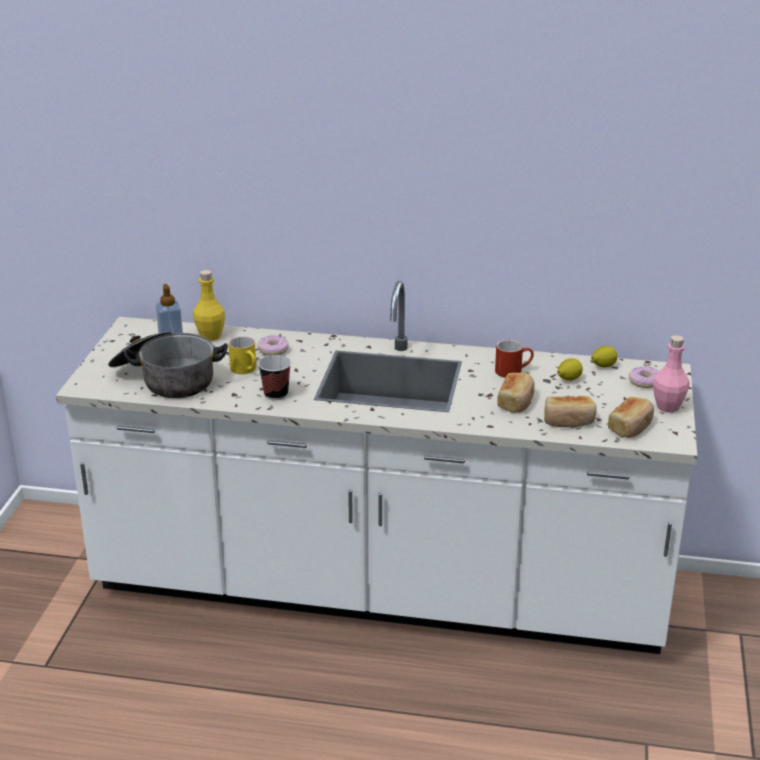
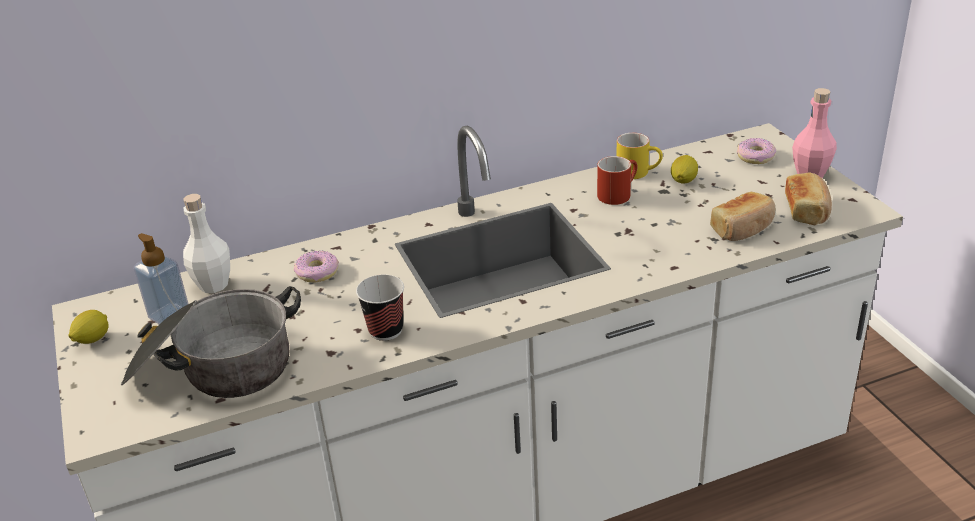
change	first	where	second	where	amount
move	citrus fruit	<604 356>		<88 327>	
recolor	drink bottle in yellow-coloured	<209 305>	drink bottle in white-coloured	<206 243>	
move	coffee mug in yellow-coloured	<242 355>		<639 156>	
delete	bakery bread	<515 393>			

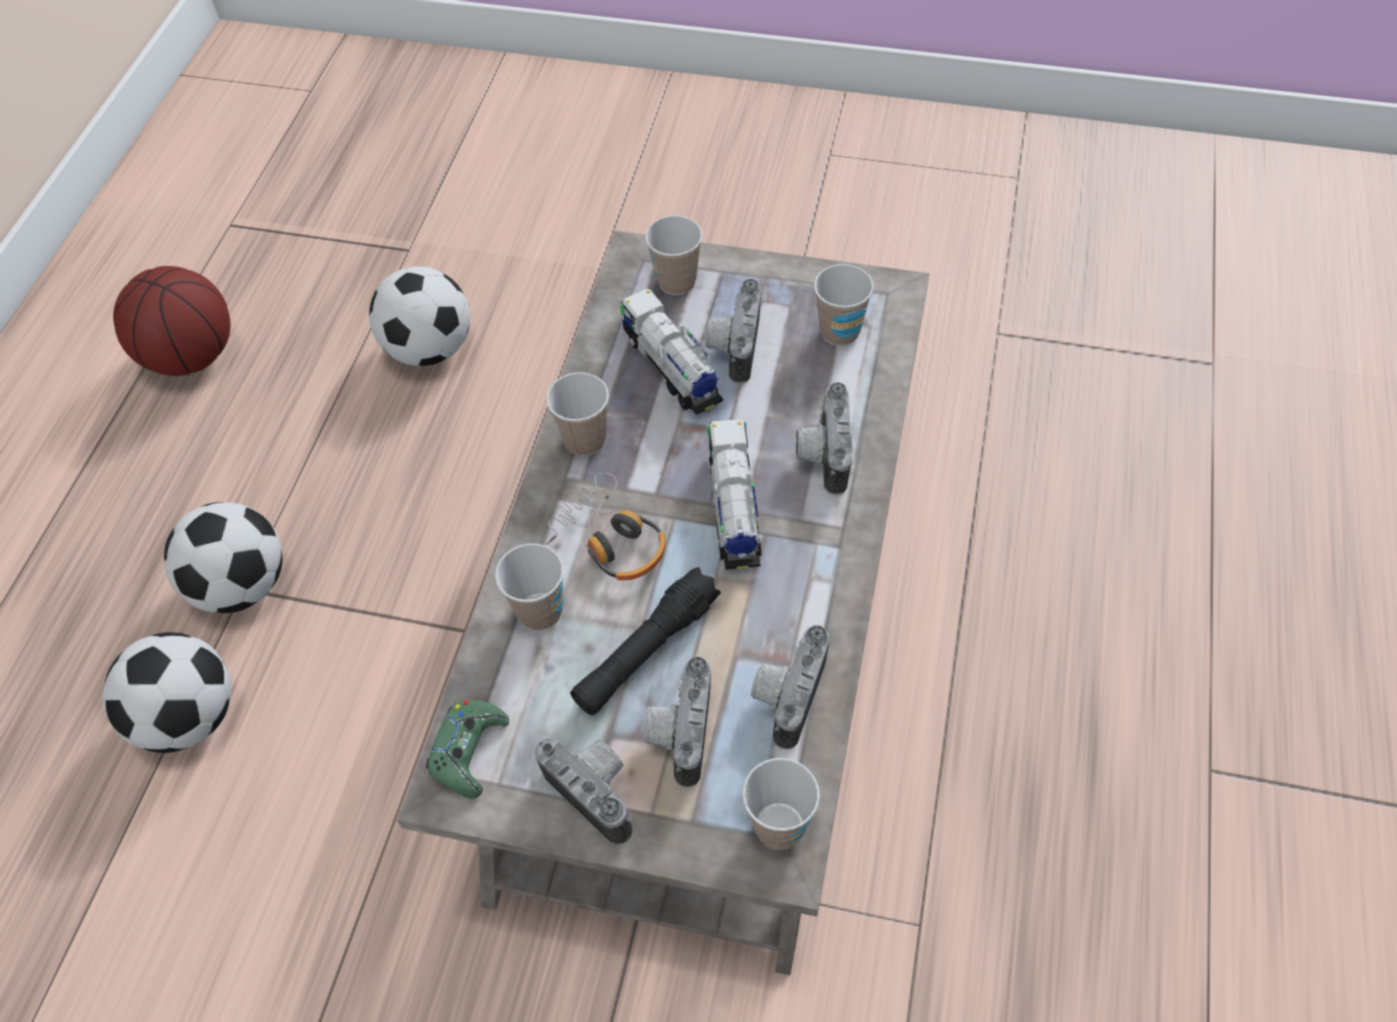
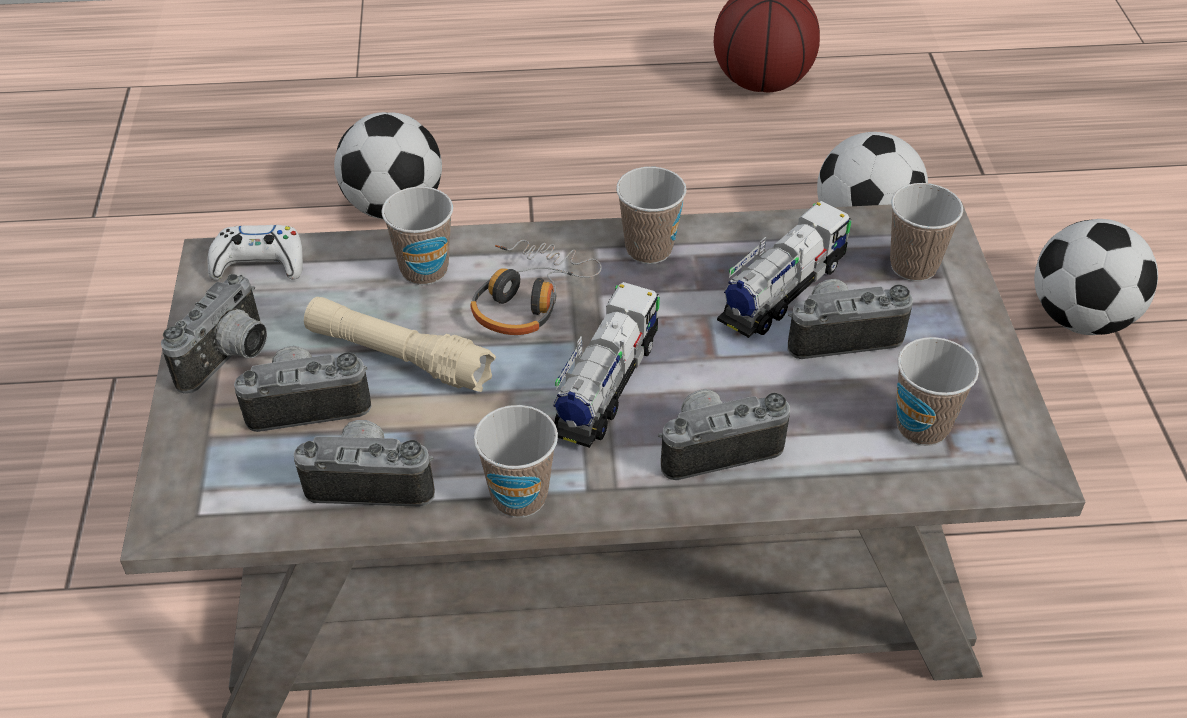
change	first	where	second	where	amount
recolor	joypad in greenish	<467 749>	joypad in white-coloured	<255 253>	
recolor	torch in black	<645 641>	torch in beige-coloured	<400 344>	
move	small cup	<781 803>		<516 461>	
rotate	model truck	<734 494>		<607 365>	45 degrees counterclockwise
move	football ball	<223 557>		<1096 277>	

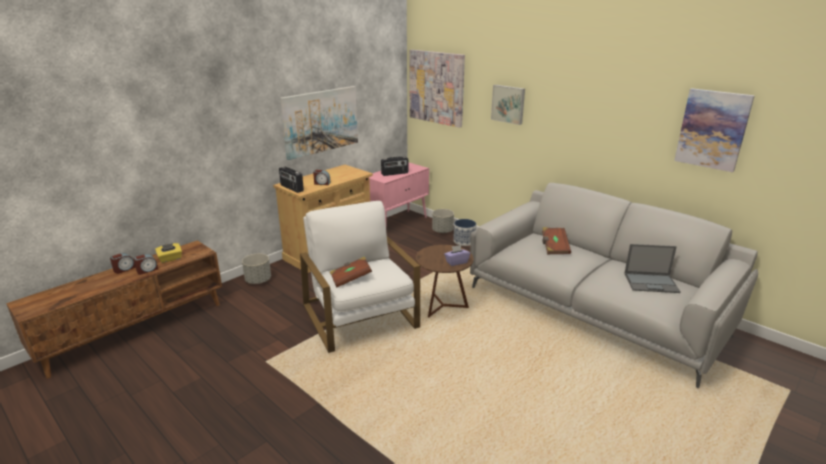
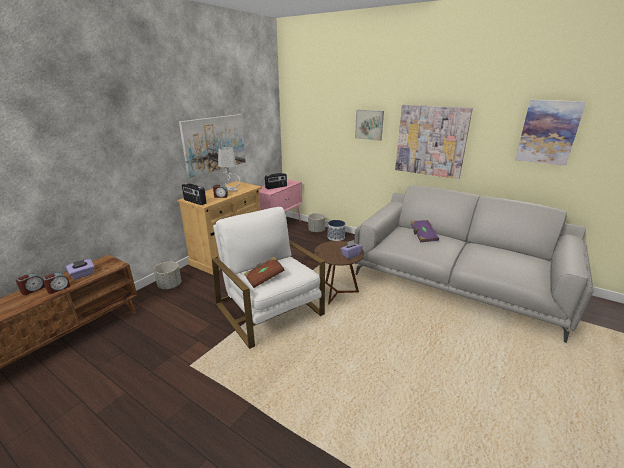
change	first	where	second	where	amount
recolor	tissue box in yellow-coloured	<168 253>	tissue box in purple	<80 269>	
insert			table lamp in gray	<229 169>	
move	picture	<437 89>		<434 142>	
recolor	volume in brownish	<556 240>	volume in purple	<425 231>	
delete	laptop	<652 268>			

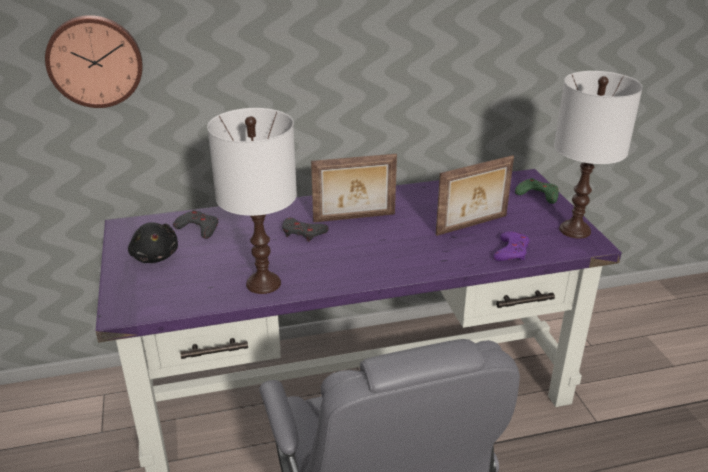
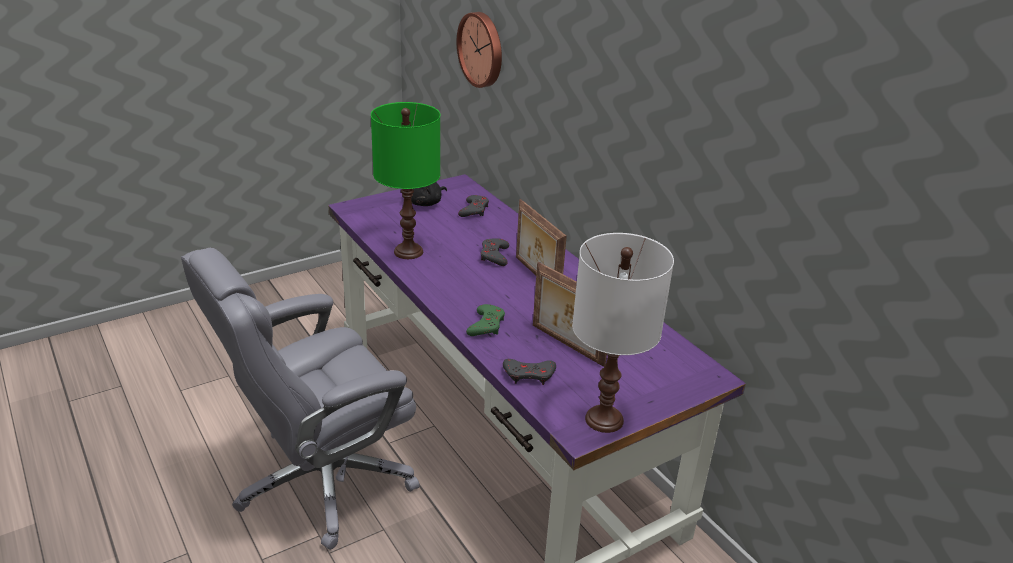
change	first	where	second	where	amount
recolor	table lamp in white-coloured	<252 201>	table lamp in greenish	<405 180>	
move	joypad in greenish	<537 191>		<485 320>	
recolor	joypad in purple	<511 246>	joypad in gray	<529 372>	

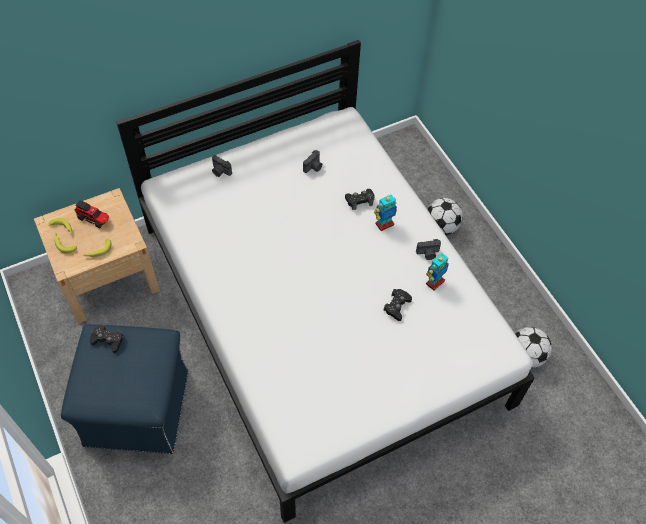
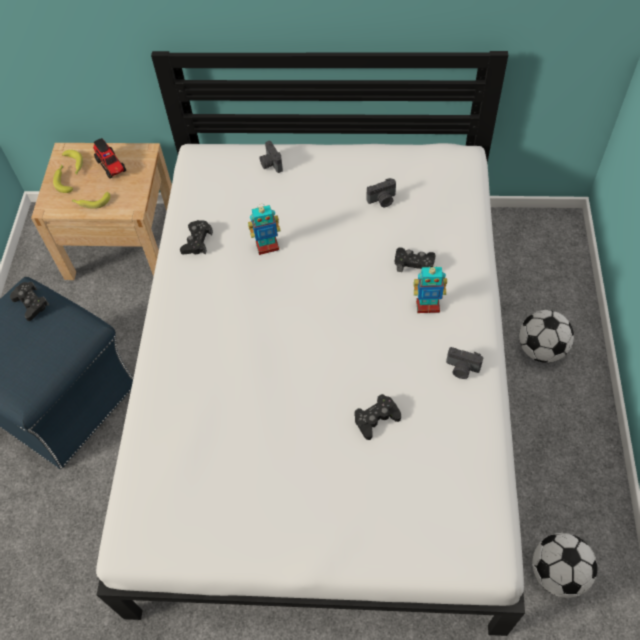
change	first	where	second	where	amount
insert			joypad in black	<196 237>	
move	robot figure	<437 272>		<264 229>	

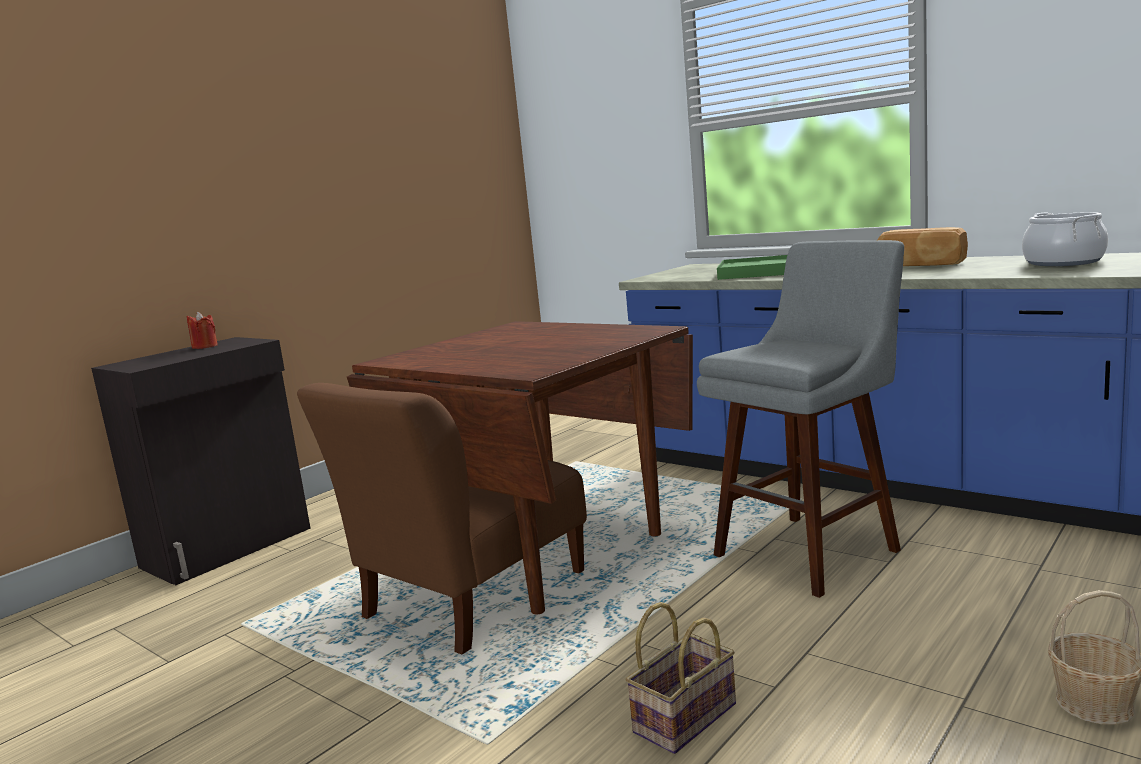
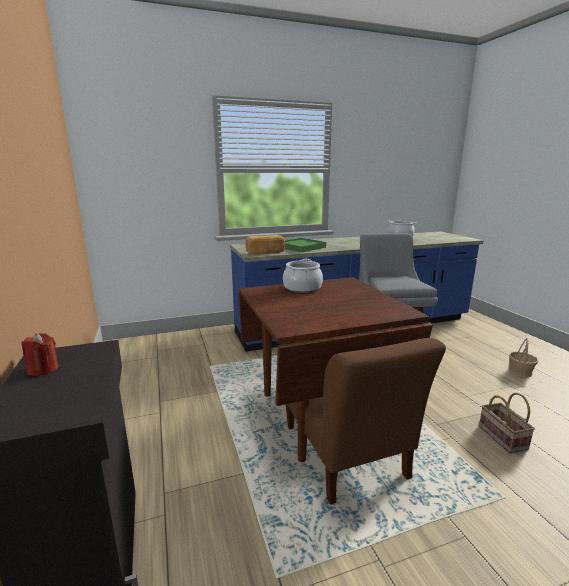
change	first	where	second	where	amount
move	bakery bread	<922 246>		<265 244>	
insert			cooking pot	<303 276>	

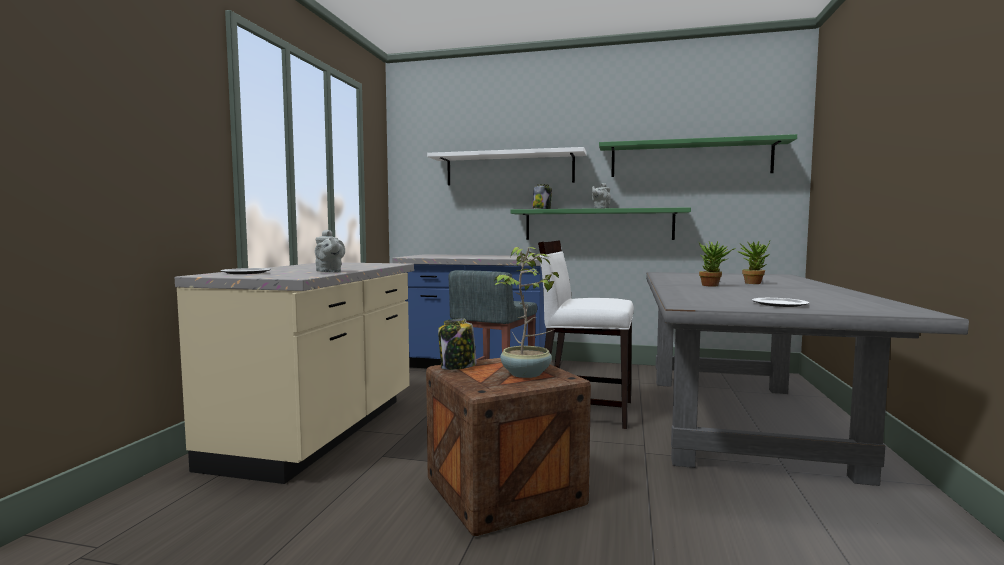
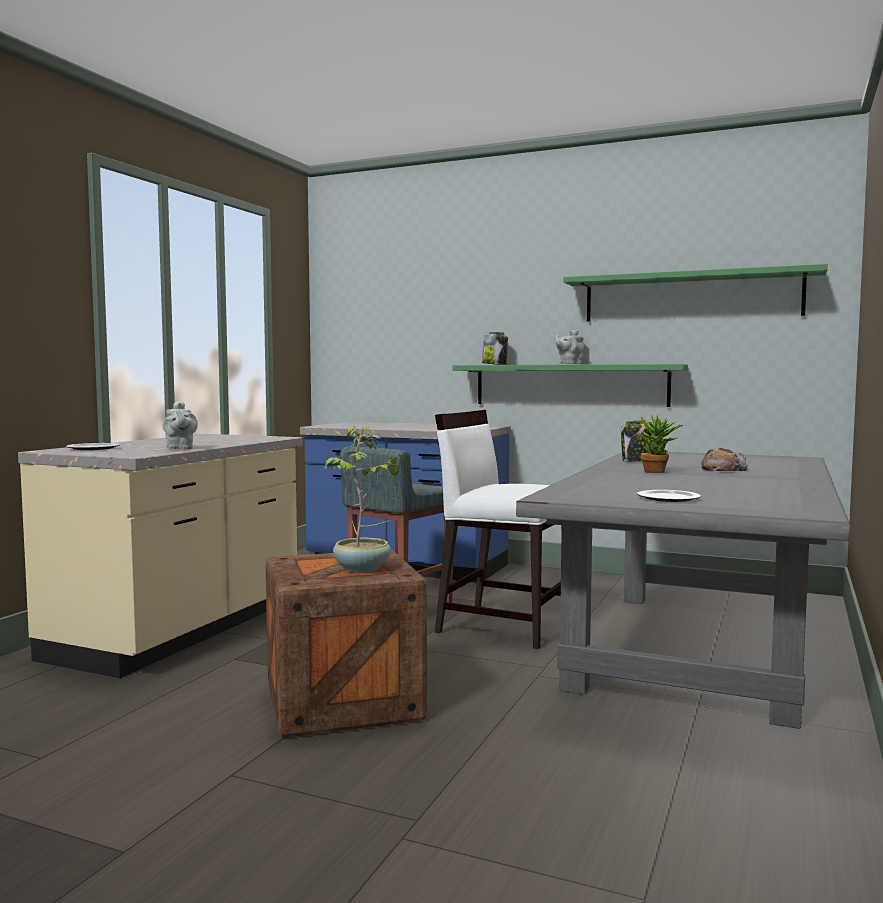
change	first	where	second	where	amount
move	storage jar	<457 344>		<636 441>	
replace	houseplant	<753 262>	bakery bread	<724 459>	
delete	bracket shelf in white-coloured	<506 166>			

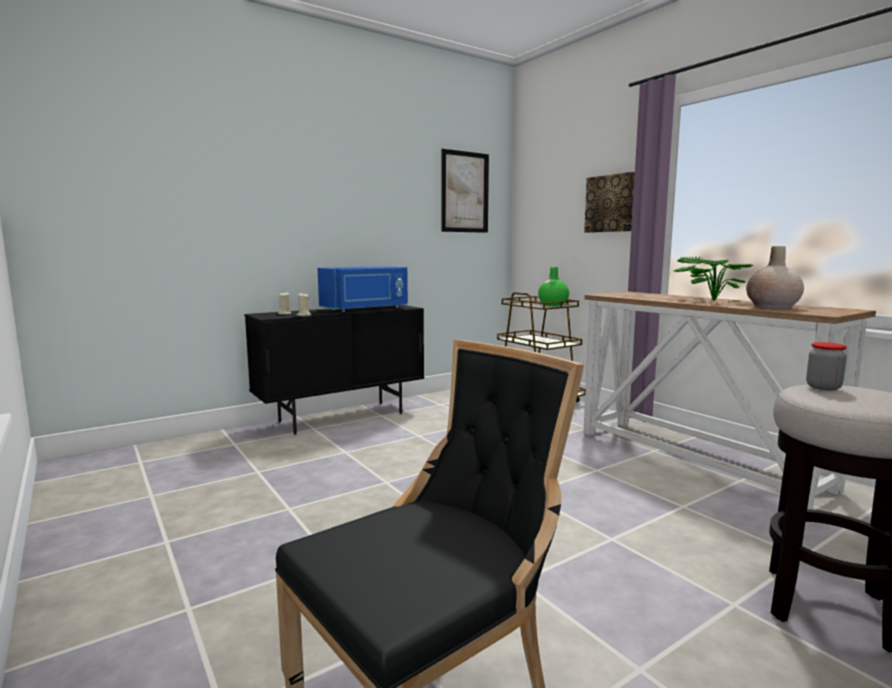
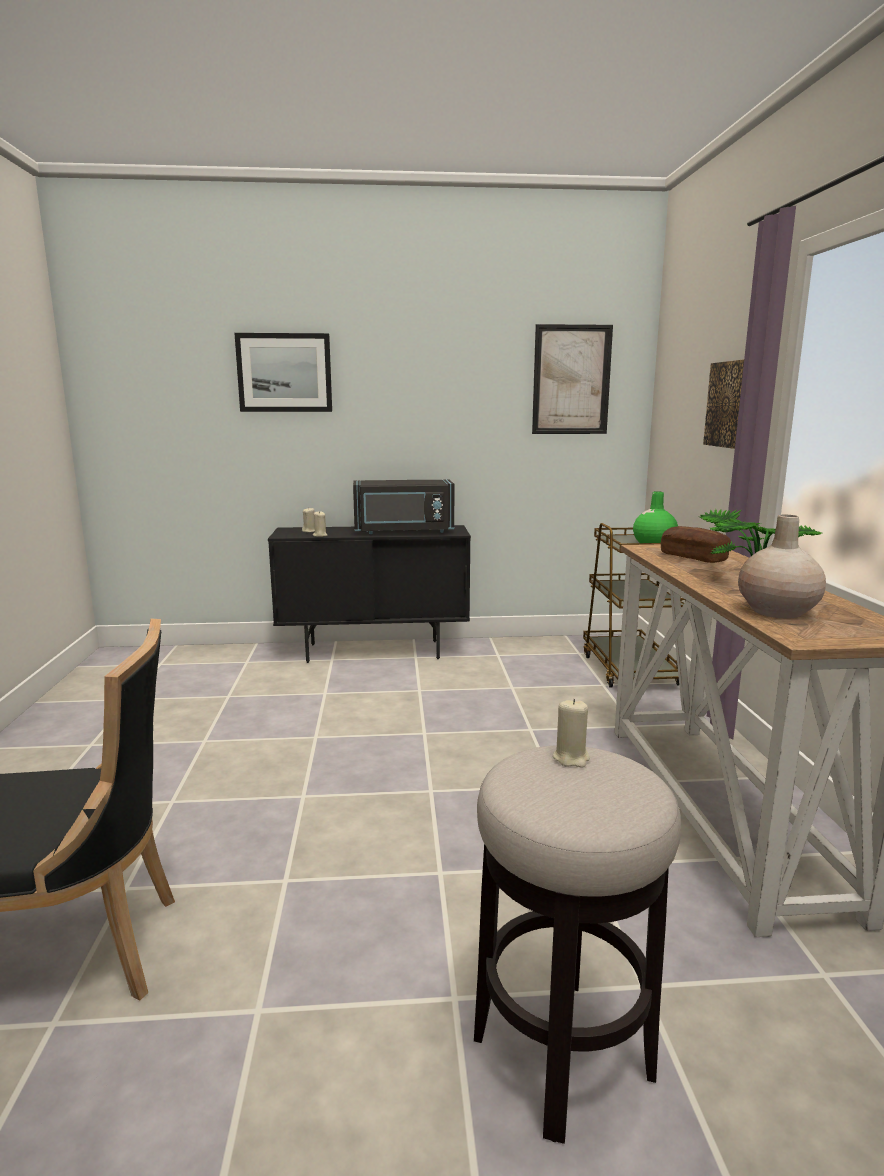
change	first	where	second	where	amount
insert			picture	<283 372>	
recolor	microwave in blue	<362 289>	microwave in black	<403 506>	
replace	storage jar	<826 366>	candle in beige-coloured	<571 733>	
insert			bakery bread	<696 544>	

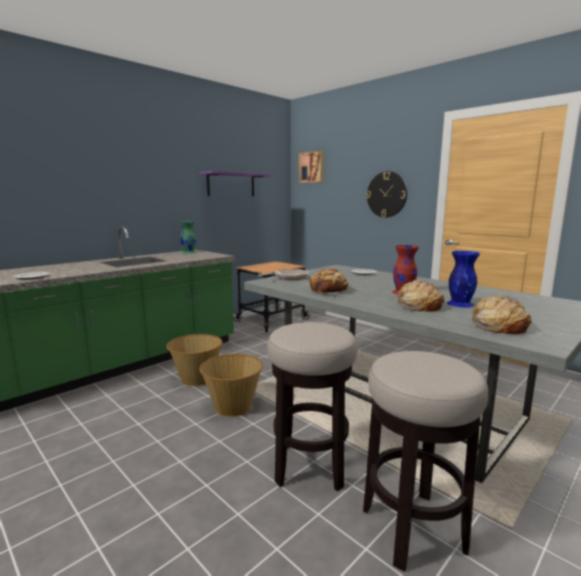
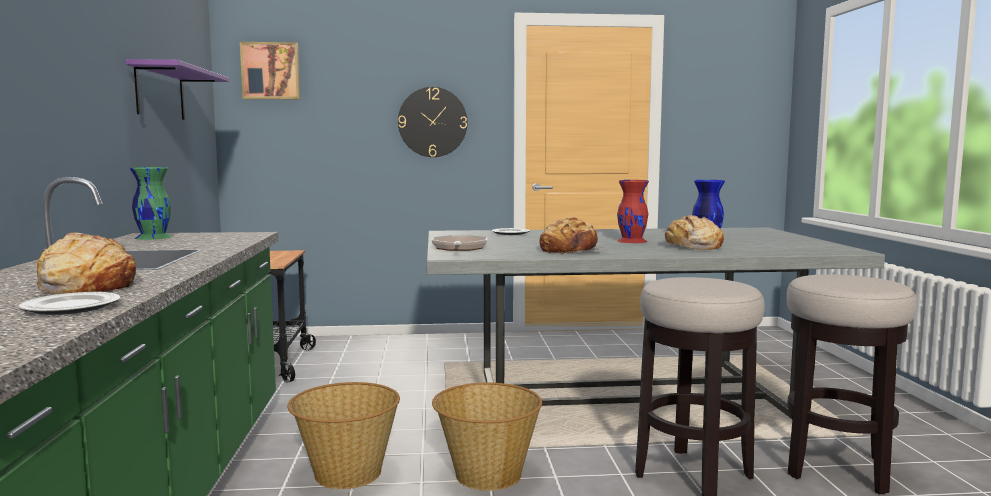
change	first	where	second	where	amount
move	bakery bread	<502 314>		<86 263>	

